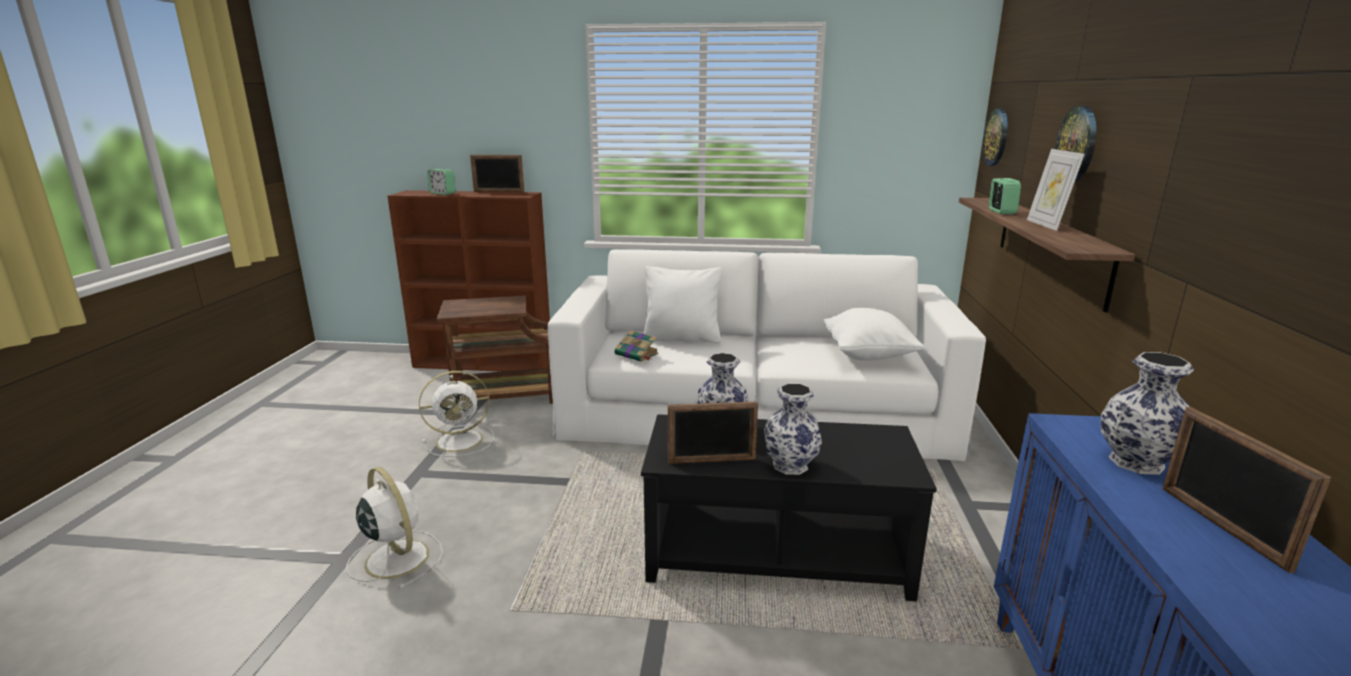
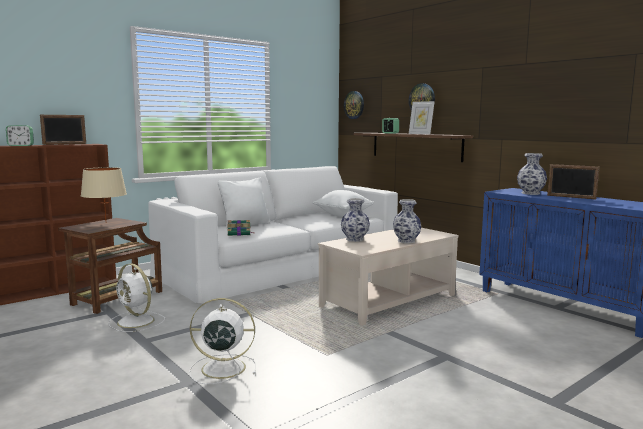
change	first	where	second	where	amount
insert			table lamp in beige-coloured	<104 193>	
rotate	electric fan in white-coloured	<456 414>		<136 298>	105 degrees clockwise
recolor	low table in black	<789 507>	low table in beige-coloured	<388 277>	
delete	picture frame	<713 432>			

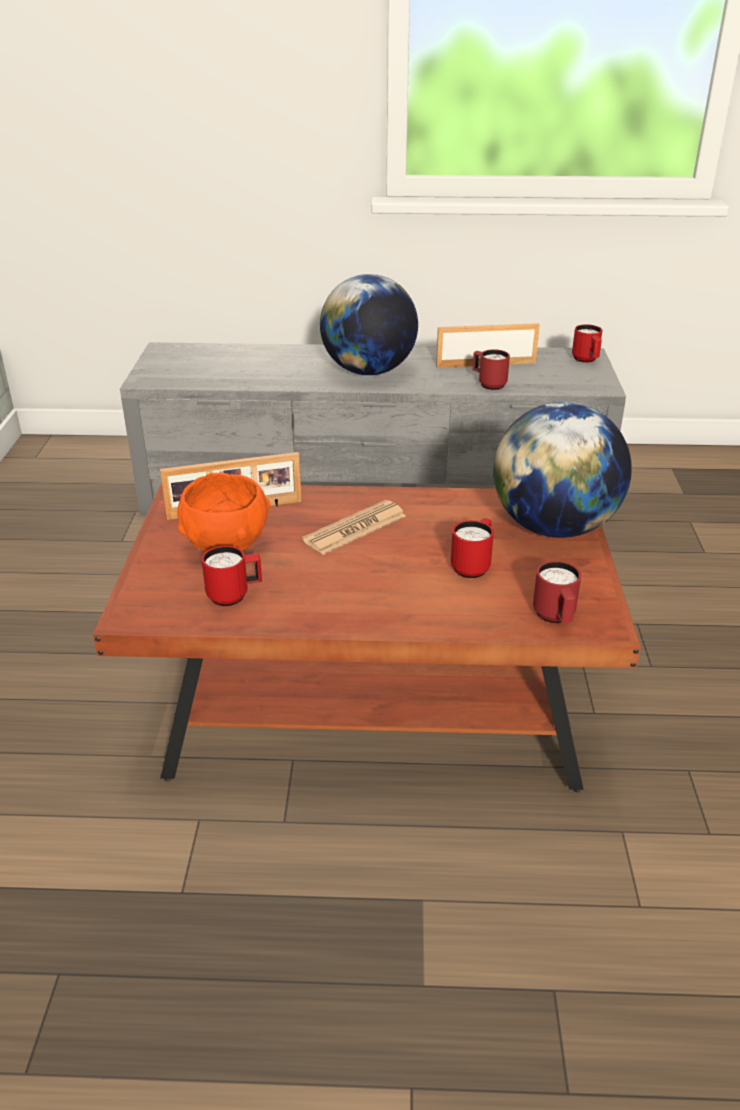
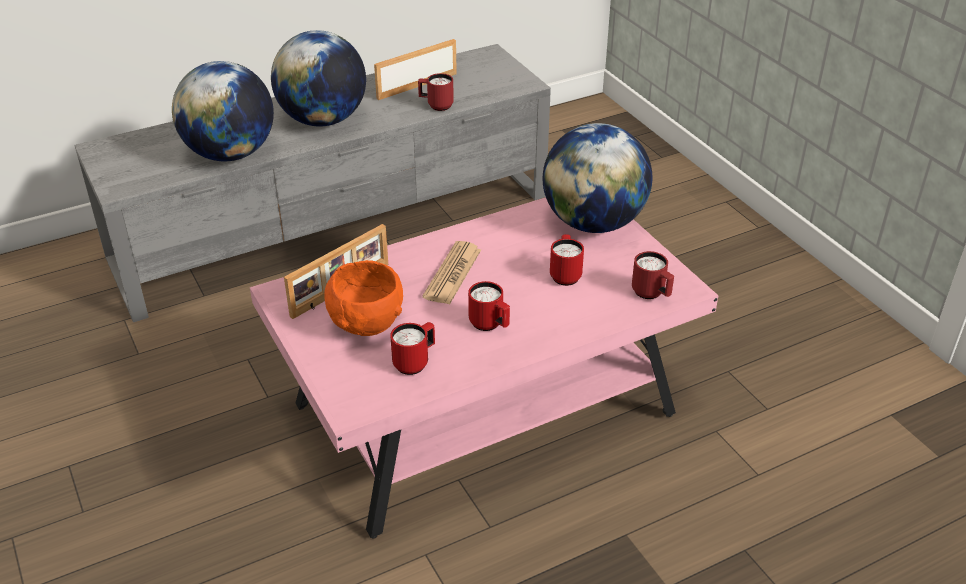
change	first	where	second	where	amount
insert			world globe	<223 111>	
recolor	low table in brownish	<367 637>	low table in pinkish	<484 368>	
move	coffee mug in reddish	<587 343>		<489 306>	

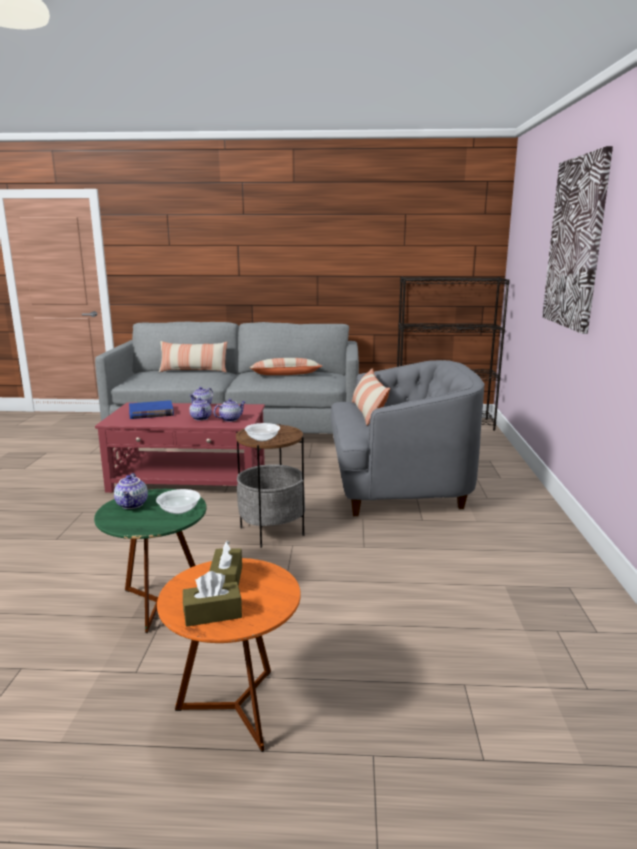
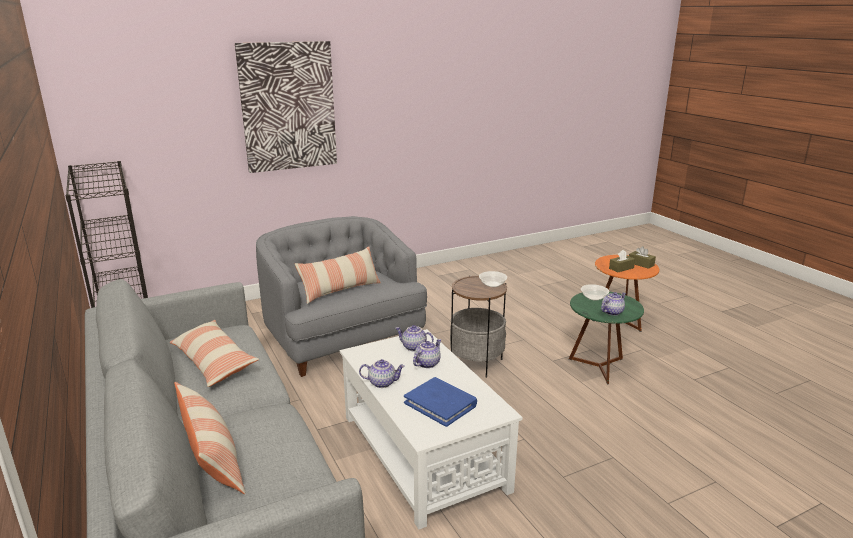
change	first	where	second	where	amount
recolor	low table in reddish	<180 447>	low table in white-coloured	<431 429>	

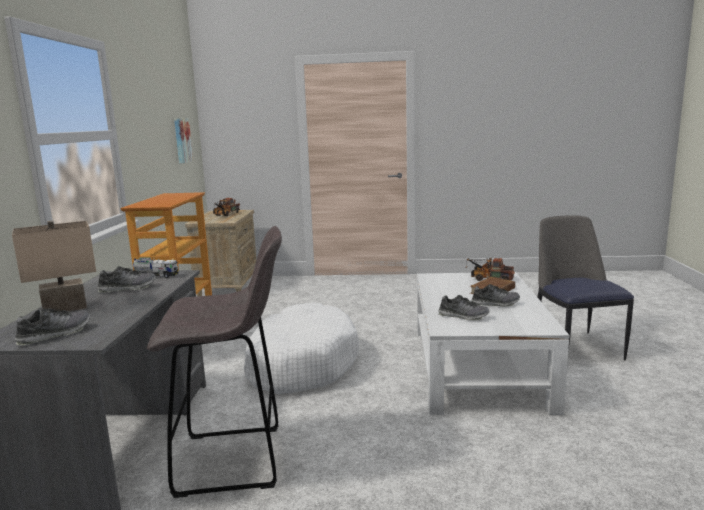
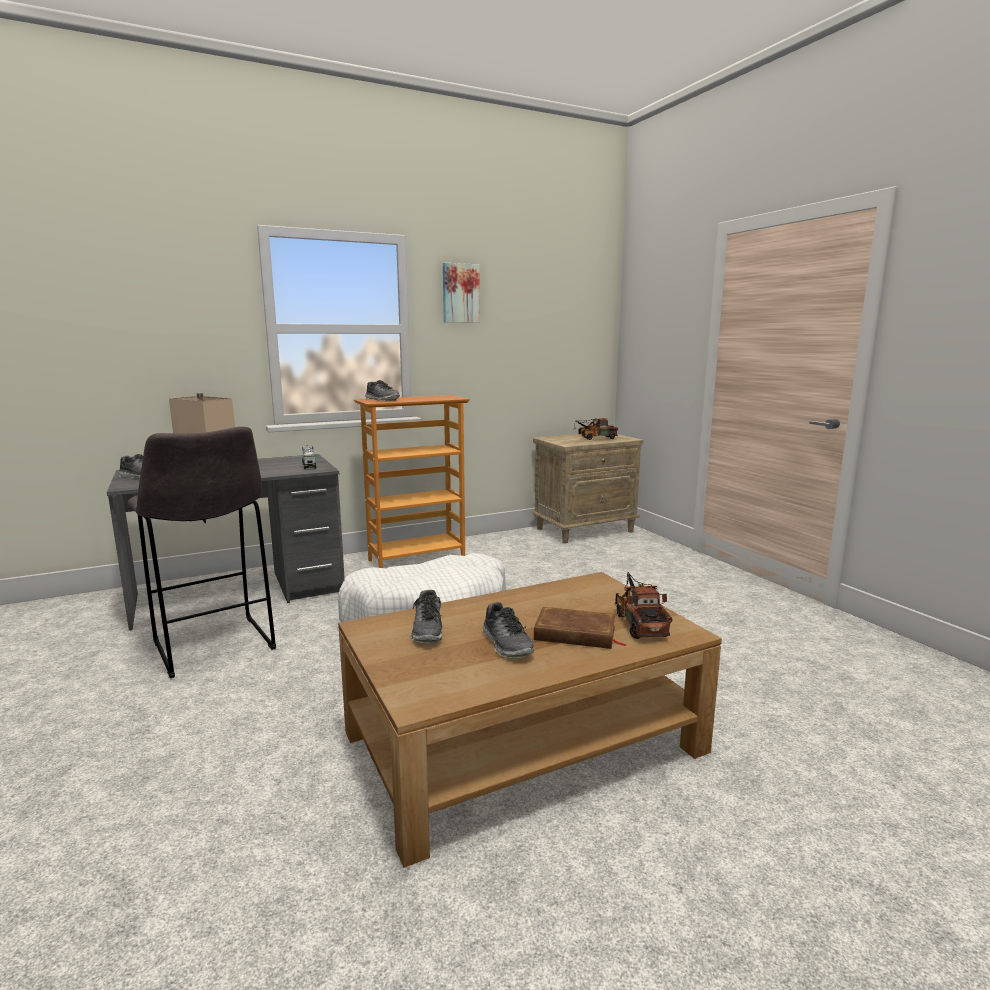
change	first	where	second	where	amount
recolor	low table in white-coloured	<493 343>	low table in brownish	<530 720>	
move	shoe	<126 279>		<382 390>	
move	picture	<183 140>		<461 293>	
delete	chair	<585 288>			

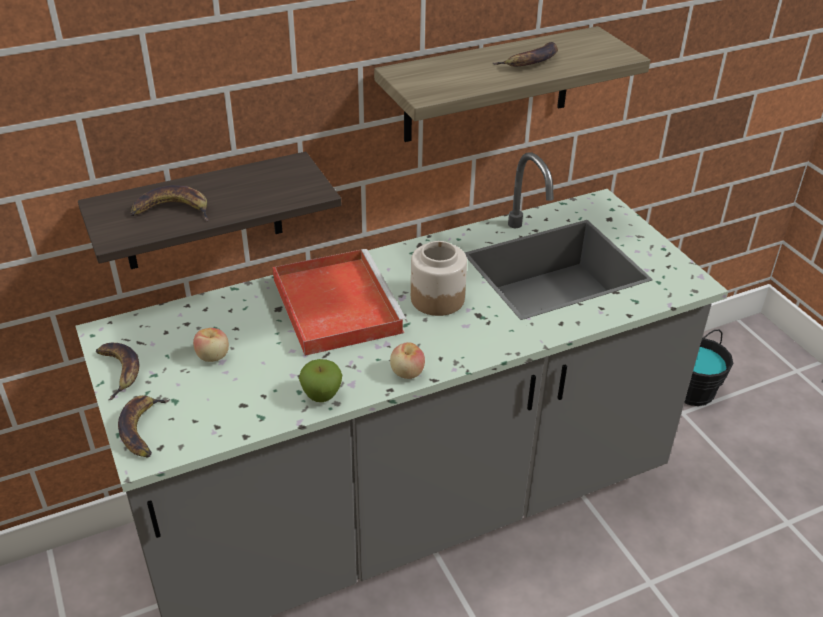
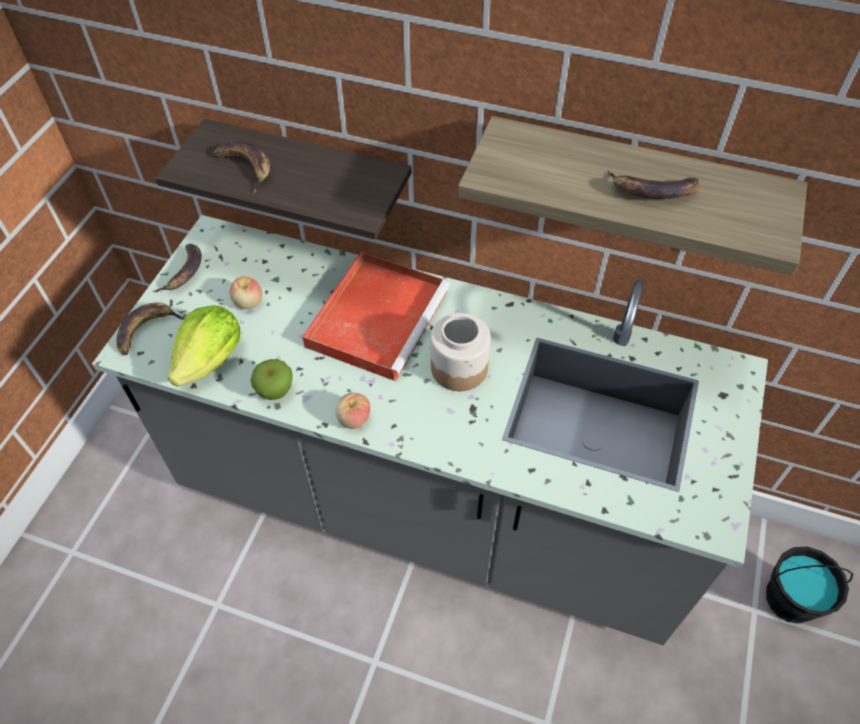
change	first	where	second	where	amount
insert			lettuce head	<204 345>	

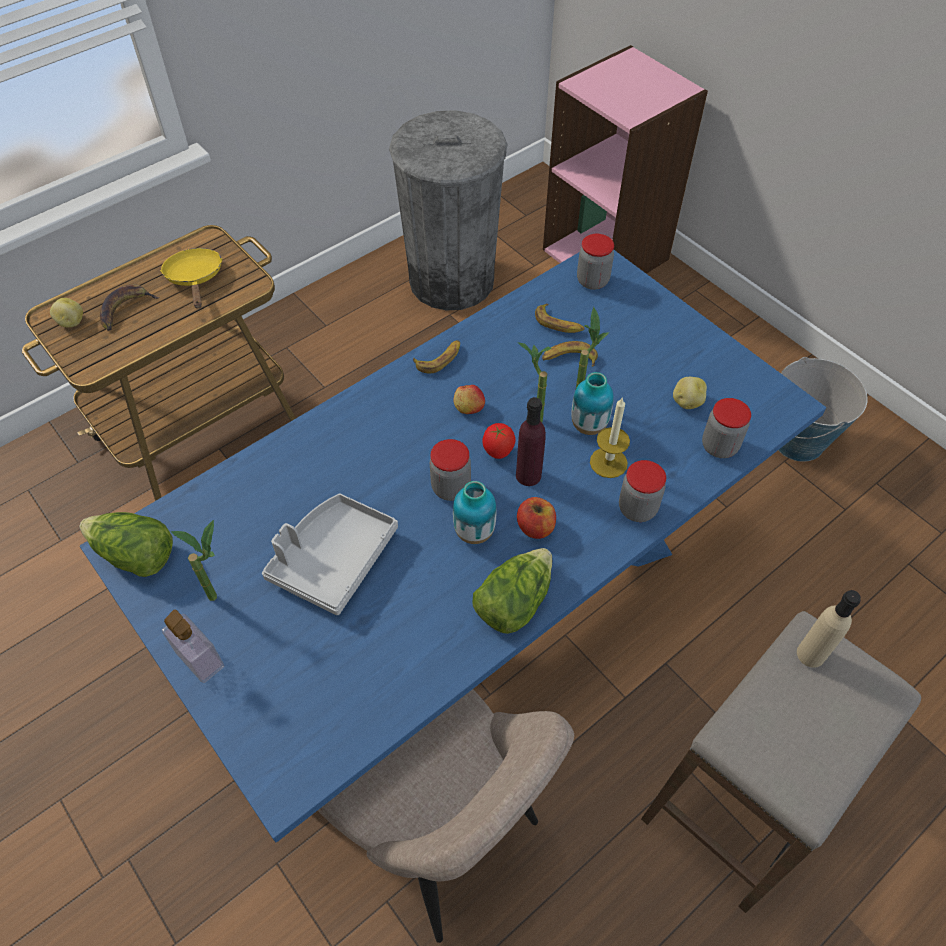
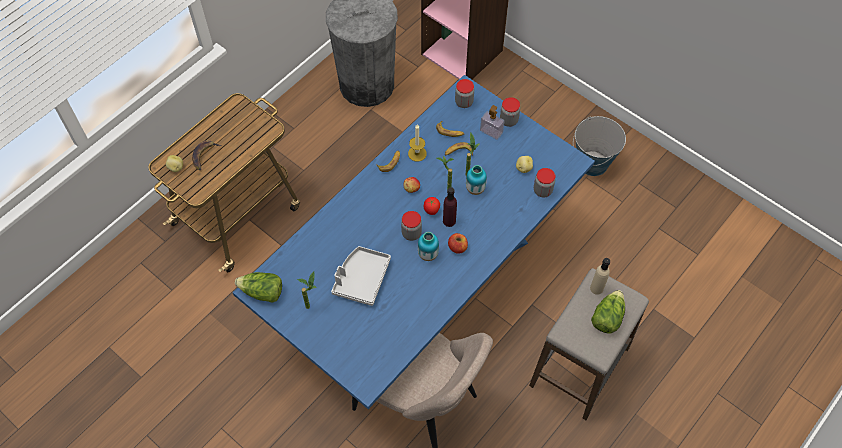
change	first	where	second	where	amount
move	candle	<610 437>		<417 143>	
move	soap bottle	<193 646>		<492 122>	
move	storage jar	<642 491>		<510 112>	
move	lettuce head	<512 591>		<608 312>	
delete	frying pan in yellow-coloured	<191 278>			

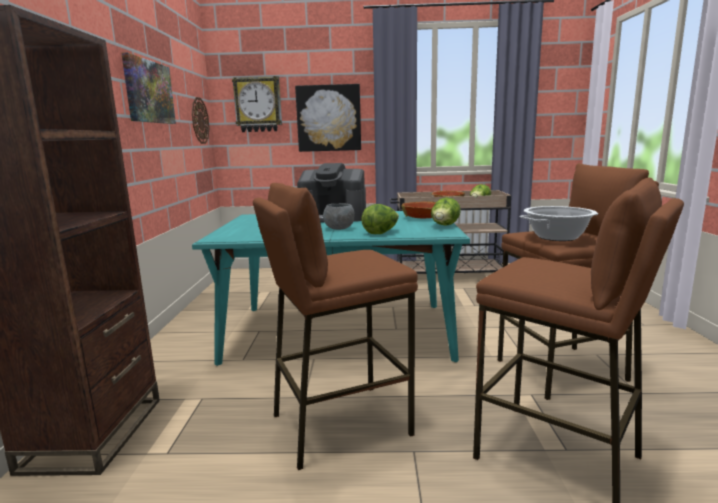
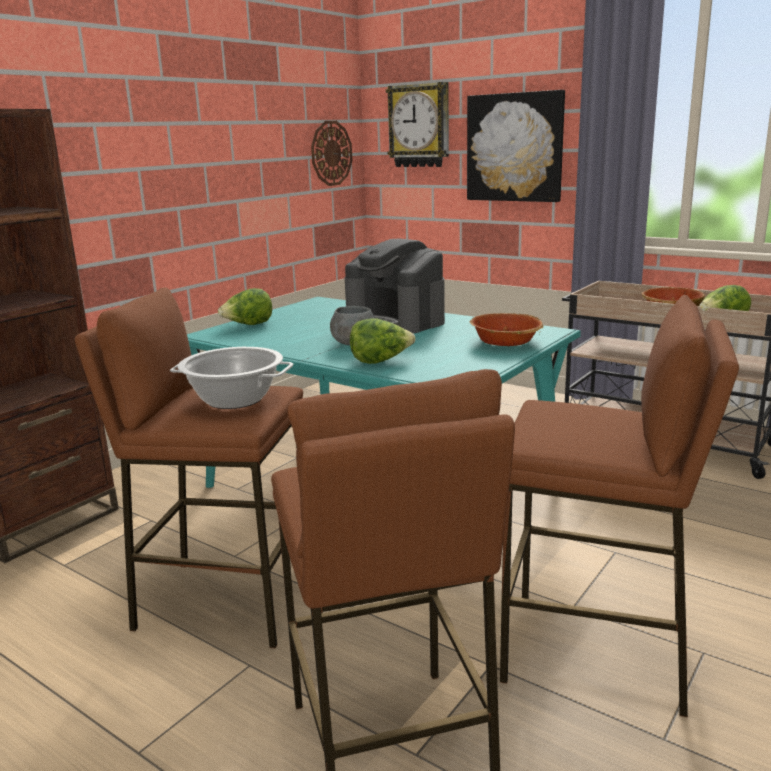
change	first	where	second	where	amount
move	cooking pot	<559 223>		<231 378>	
move	lettuce head	<446 211>		<245 306>	
delete	picture	<148 88>			

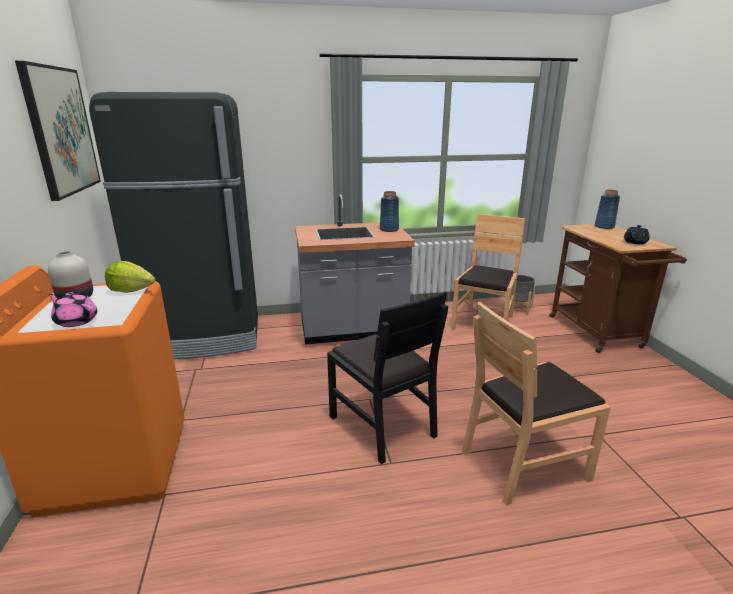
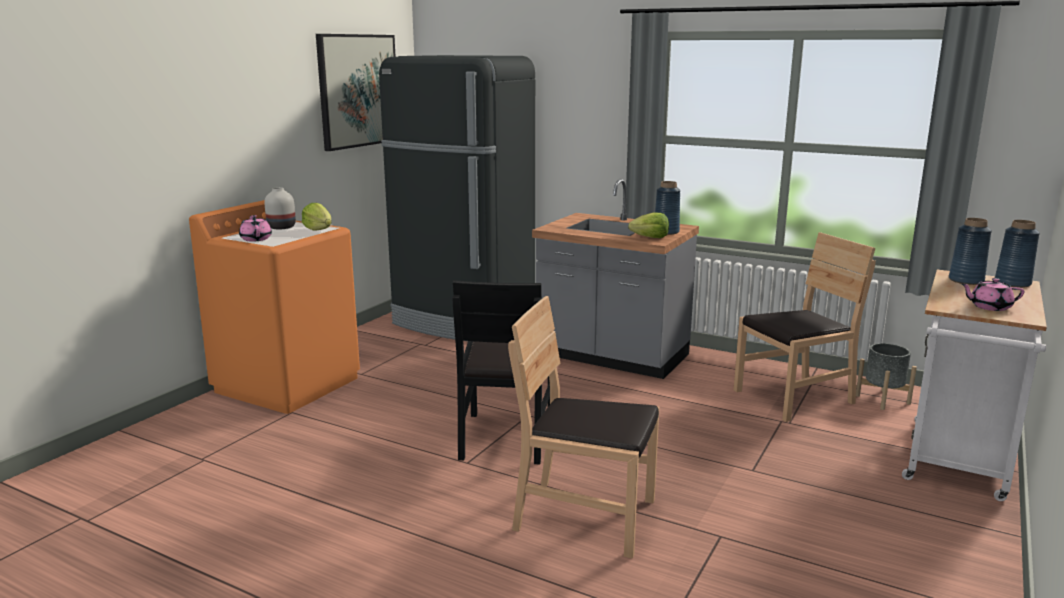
change	first	where	second	where	amount
insert			lettuce head	<648 225>	
recolor	cart in brownish	<618 288>	cart in white-coloured	<974 385>	
insert			decorative vase in blue	<970 251>	
recolor	pot for tea in black	<637 234>	pot for tea in pinkish	<992 294>	

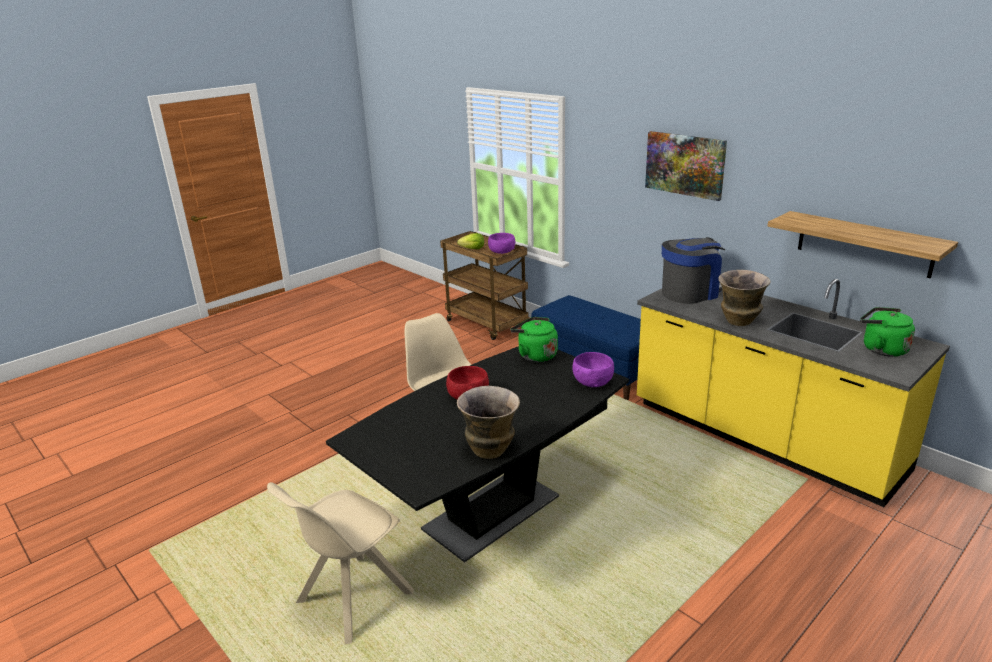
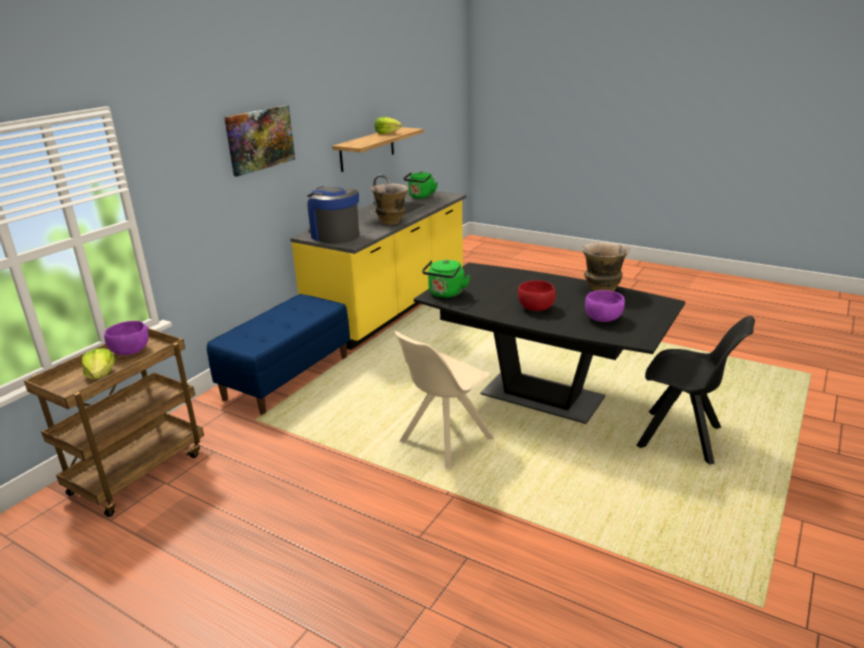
change	first	where	second	where	amount
insert			lettuce head	<388 125>	
move	deep dish in purple	<593 369>		<605 306>	
recolor	chair in beige-coloured	<340 563>	chair in black	<696 390>	

